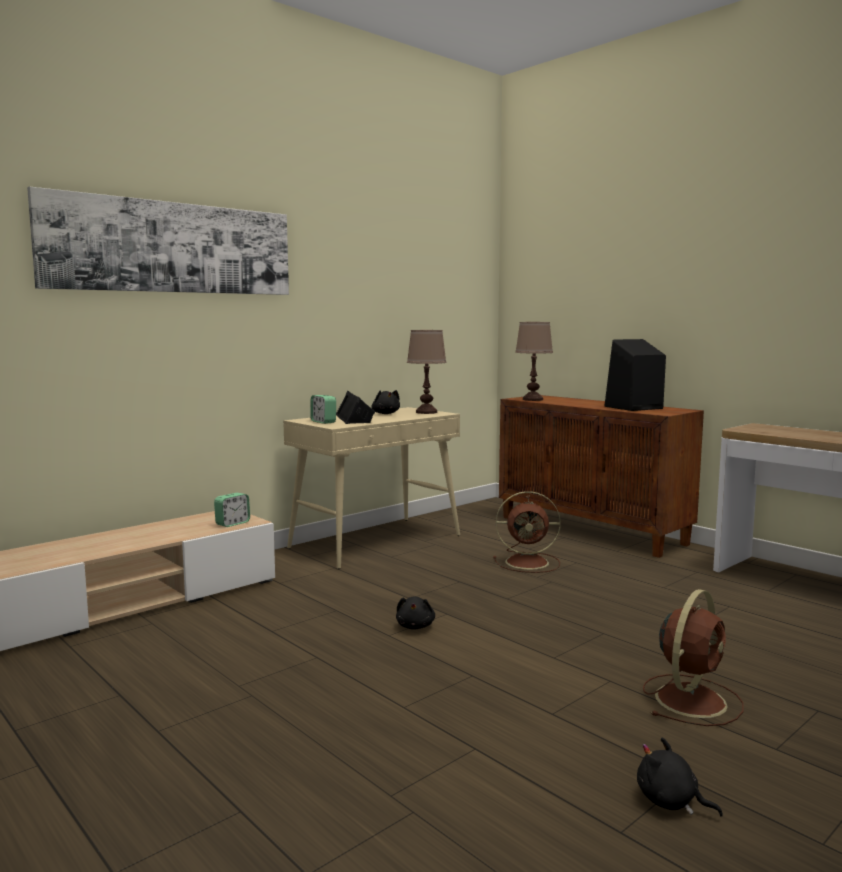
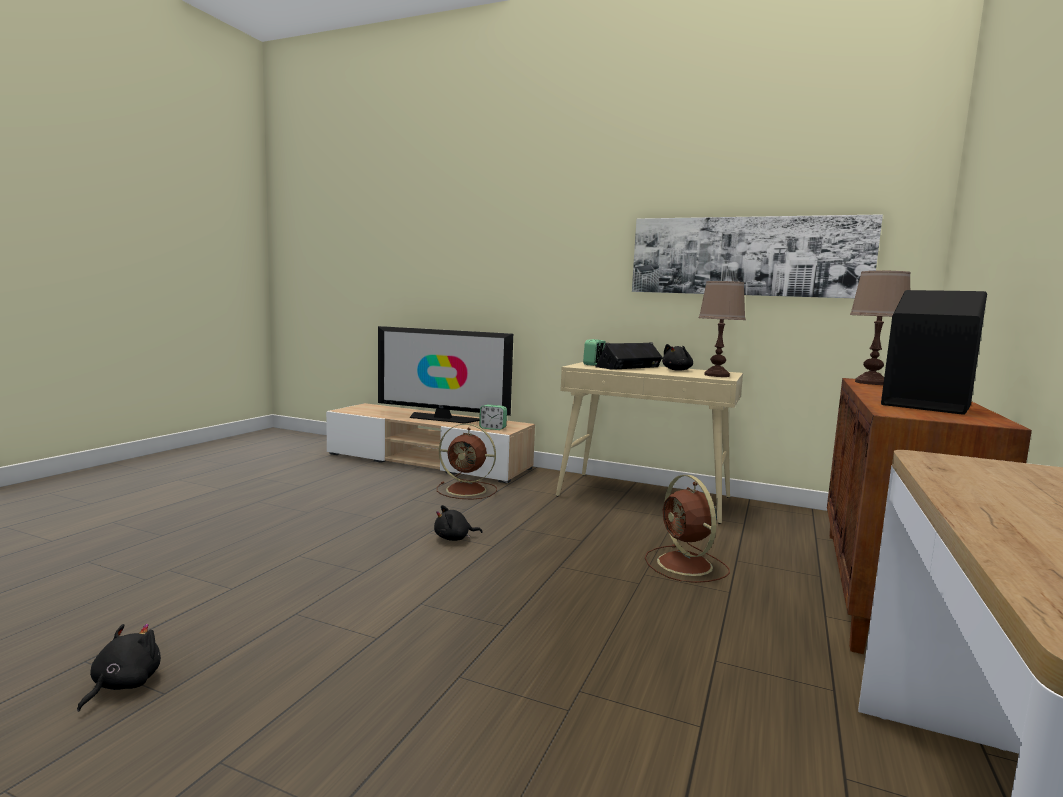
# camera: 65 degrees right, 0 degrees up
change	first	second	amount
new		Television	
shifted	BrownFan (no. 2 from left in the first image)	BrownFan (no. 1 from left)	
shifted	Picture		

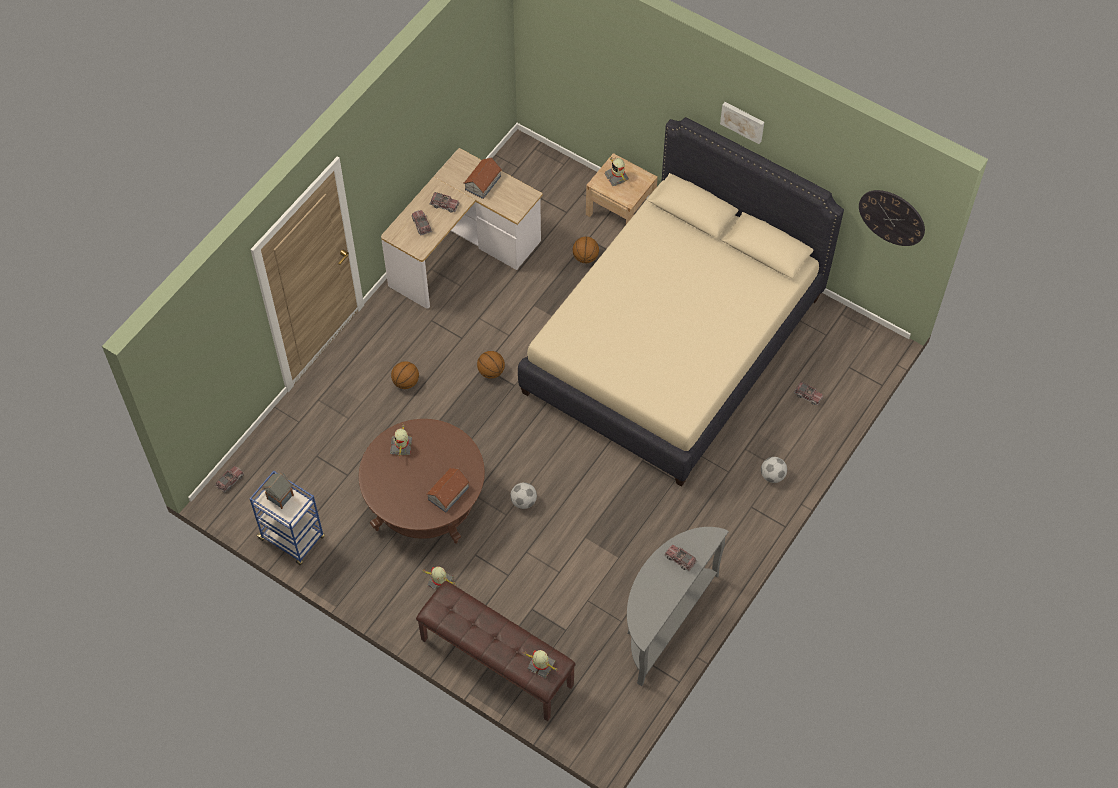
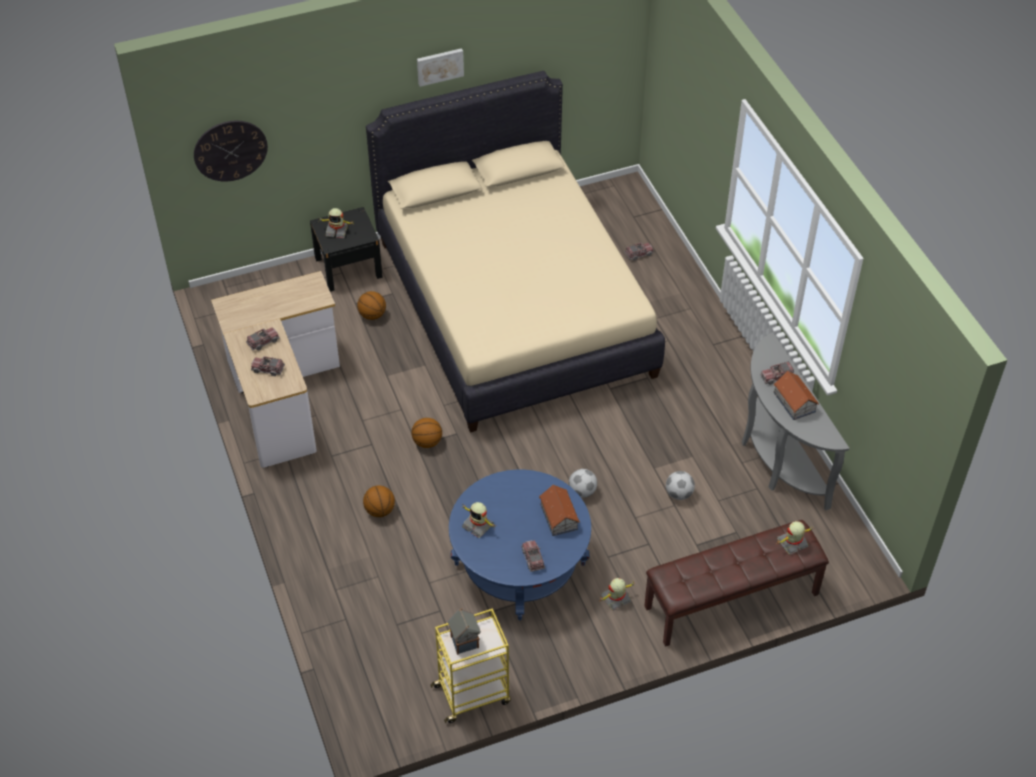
# camera: 55 degrees left, 10 degrees down
change	first	second	amount
shifted	WallClock		
repainted	BeigeNightstand	BlackNightstand	
repainted	BlueCart	YellowCart	
repainted	BrownCoffeeTable	BlueCoffeeTable	
shifted	ToyTruck (no. 1 from left in the first image)	ToyTruck (no. 3 from left)	
shifted	Football (no. 2 from left)		
shifted	ToyHouse (no. 3 from left)		

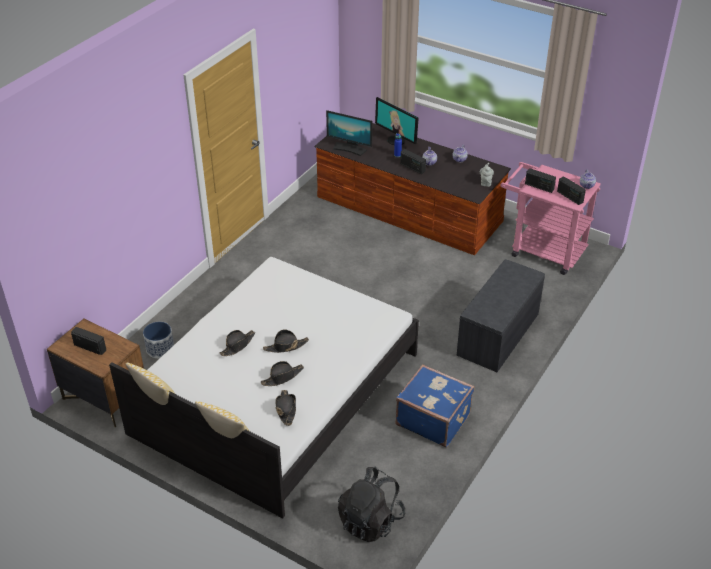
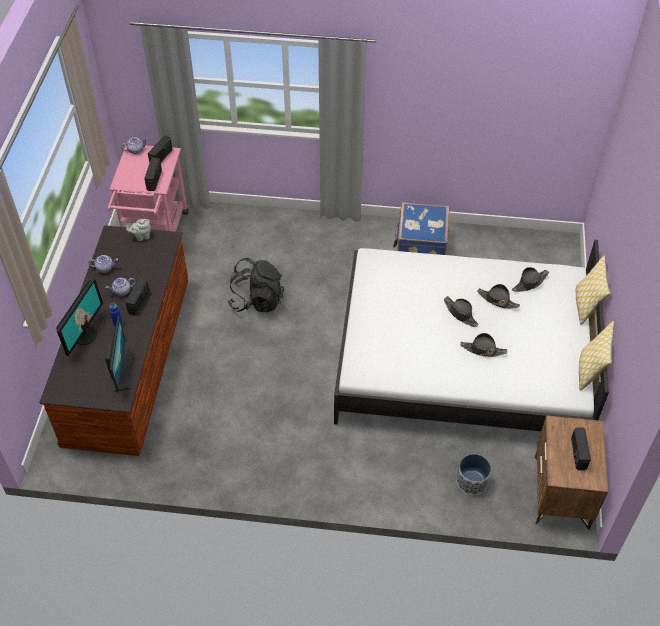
# camera: 115 degrees left, 10 degrees up
change	first	second	amount
shifted	BlackBackpack		
gone	GreyBench		

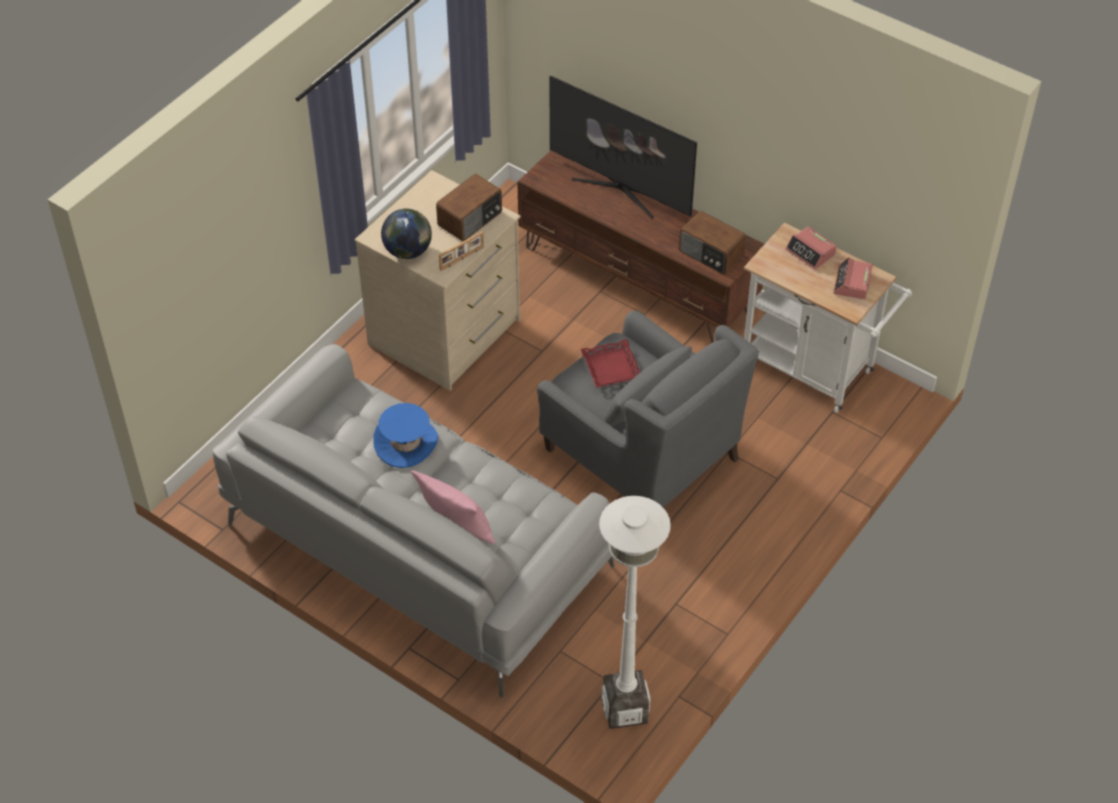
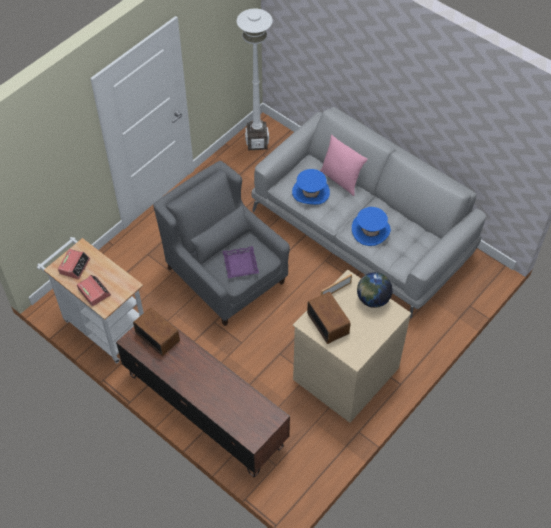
# camera: 175 degrees left, 5 degrees up
change	first	second	amount
repainted	RedTray	PurpleTray	
new		BlueHat (no. 1 from left)	
rotated	Radio (no. 1 from left in the first image)	Radio (no. 2 from left)	105 degrees clockwise
gone	Television		

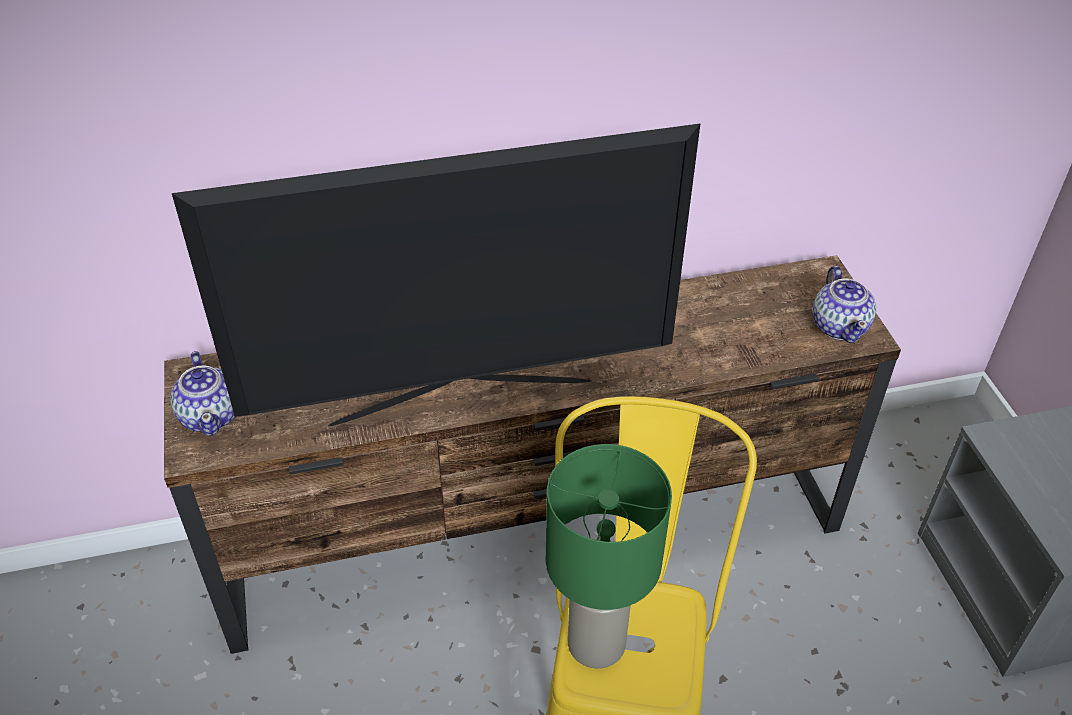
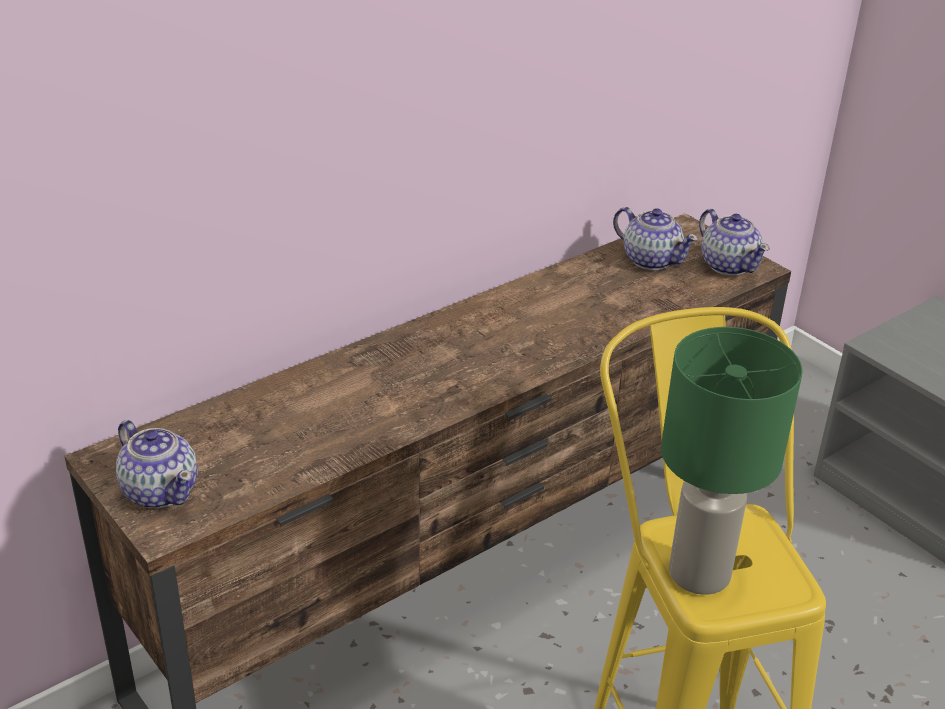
# camera: 25 degrees left, 10 degrees down
change	first	second	amount
new		Teapot (no. 2 from left)	
gone	Television		

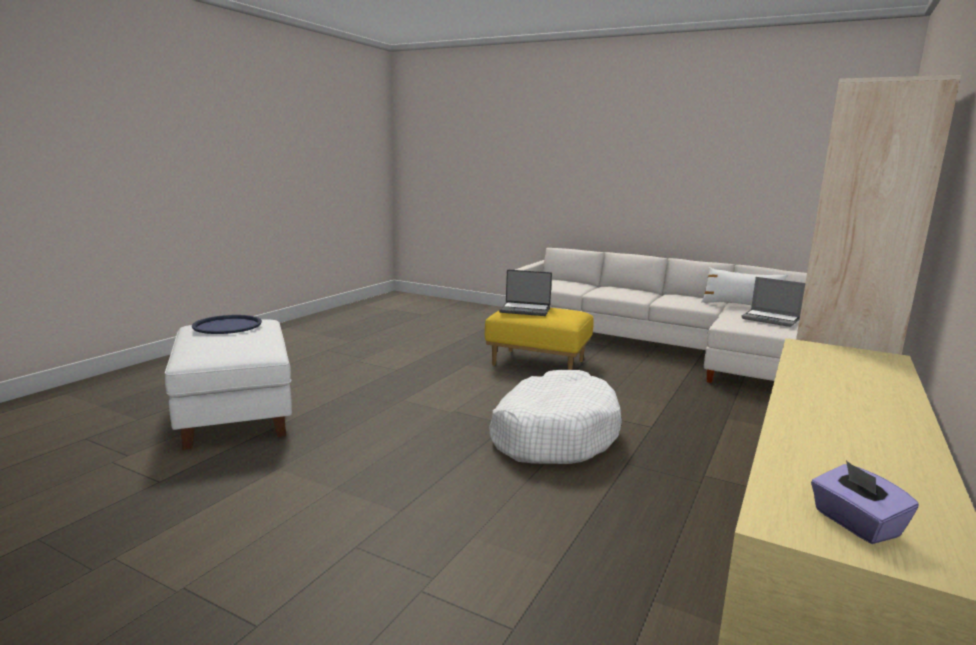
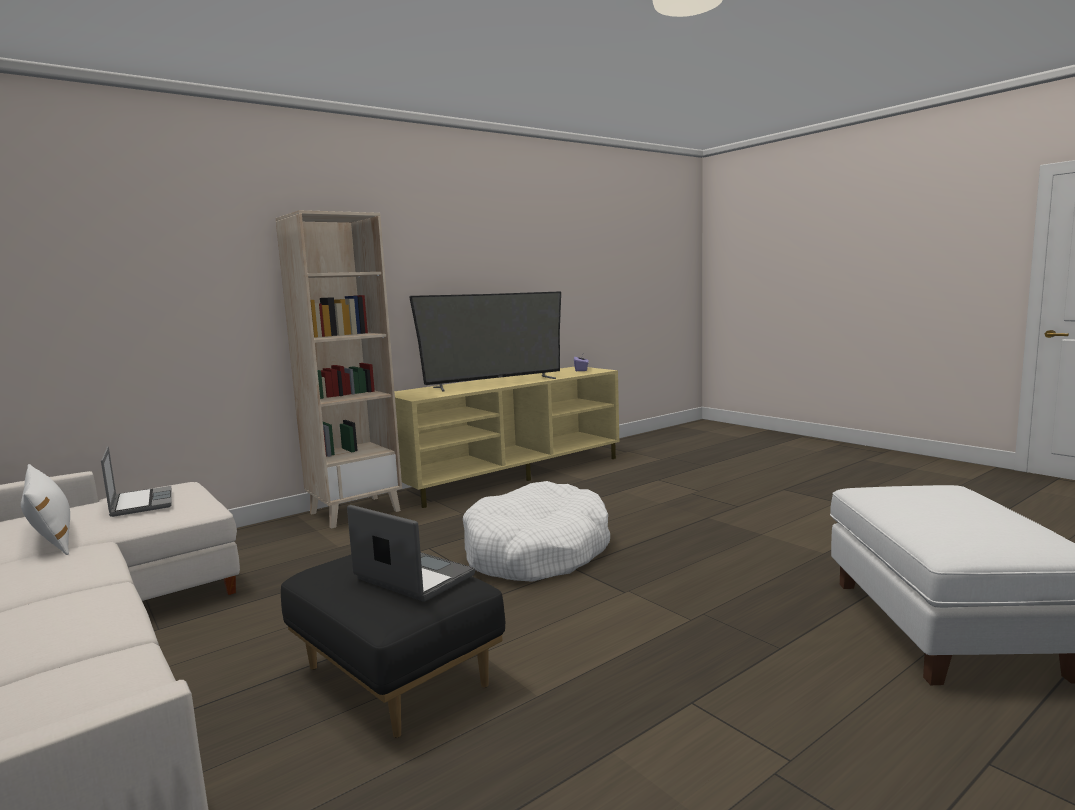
# camera: 155 degrees left, 5 degrees down
change	first	second	amount
repainted	YellowOttoman	BlackOttoman	
new		Television	
gone	BlueTray		

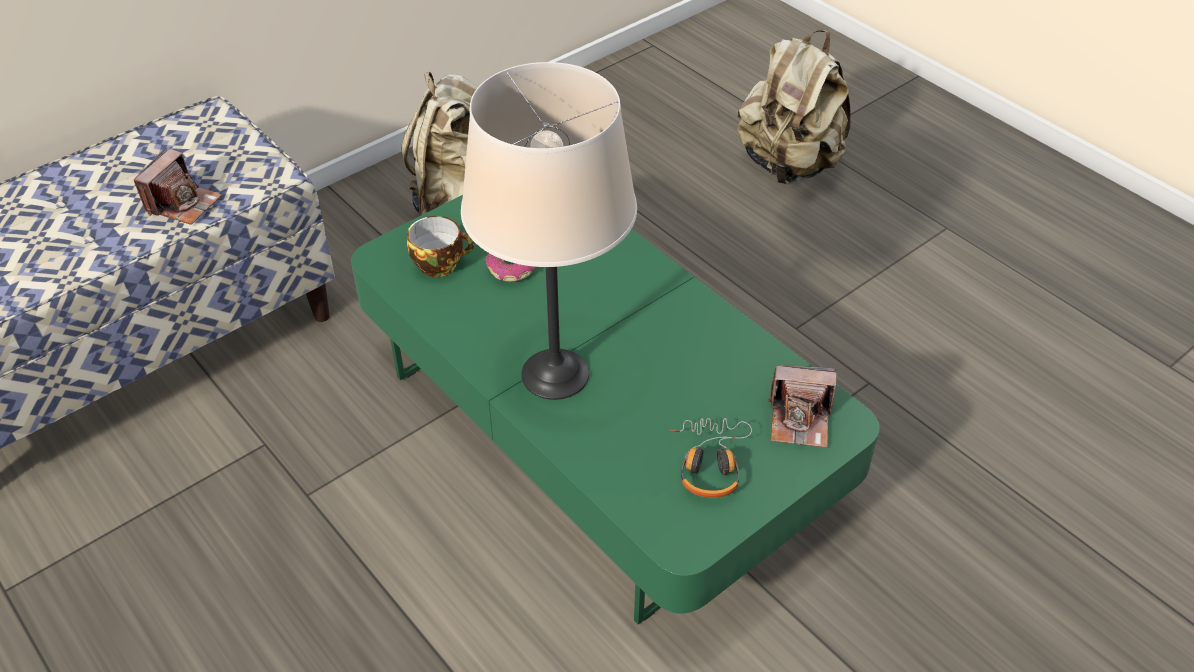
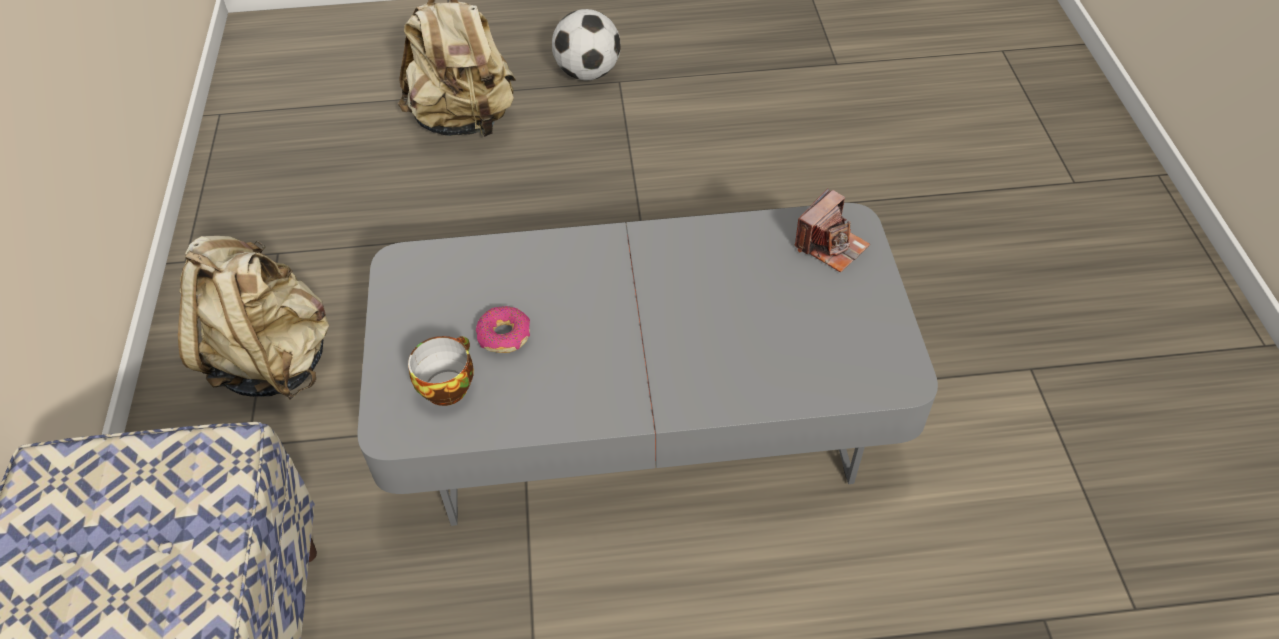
# camera: 55 degrees left, 5 degrees up
change	first	second	amount
repainted	GreenCoffeeTable	GreyCoffeeTable	
new		Football	
gone	PhotoCamera (no. 1 from left)		
gone	BeigeTableLamp		
gone	Headphones		

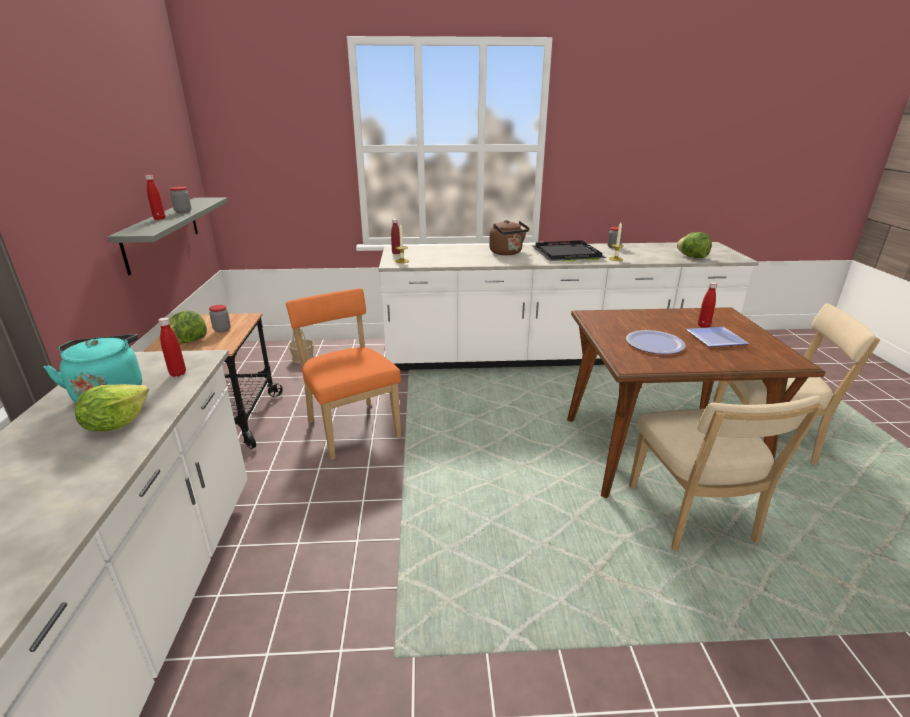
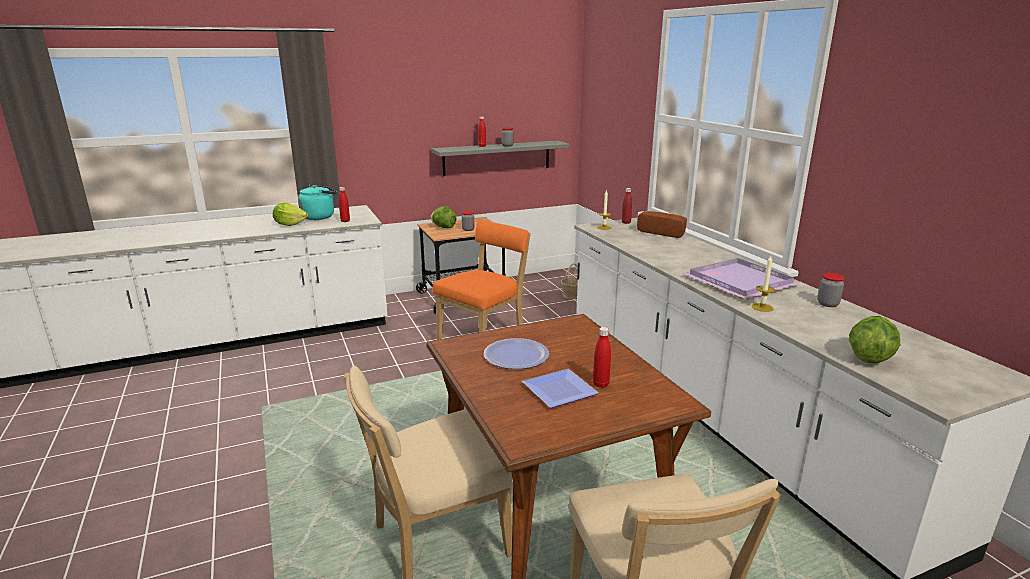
# camera: 70 degrees right, 5 degrees down
change	first	second	amount
new		Bread	
repainted	BlackTray	PurpleTray	
gone	BrownKettle		

